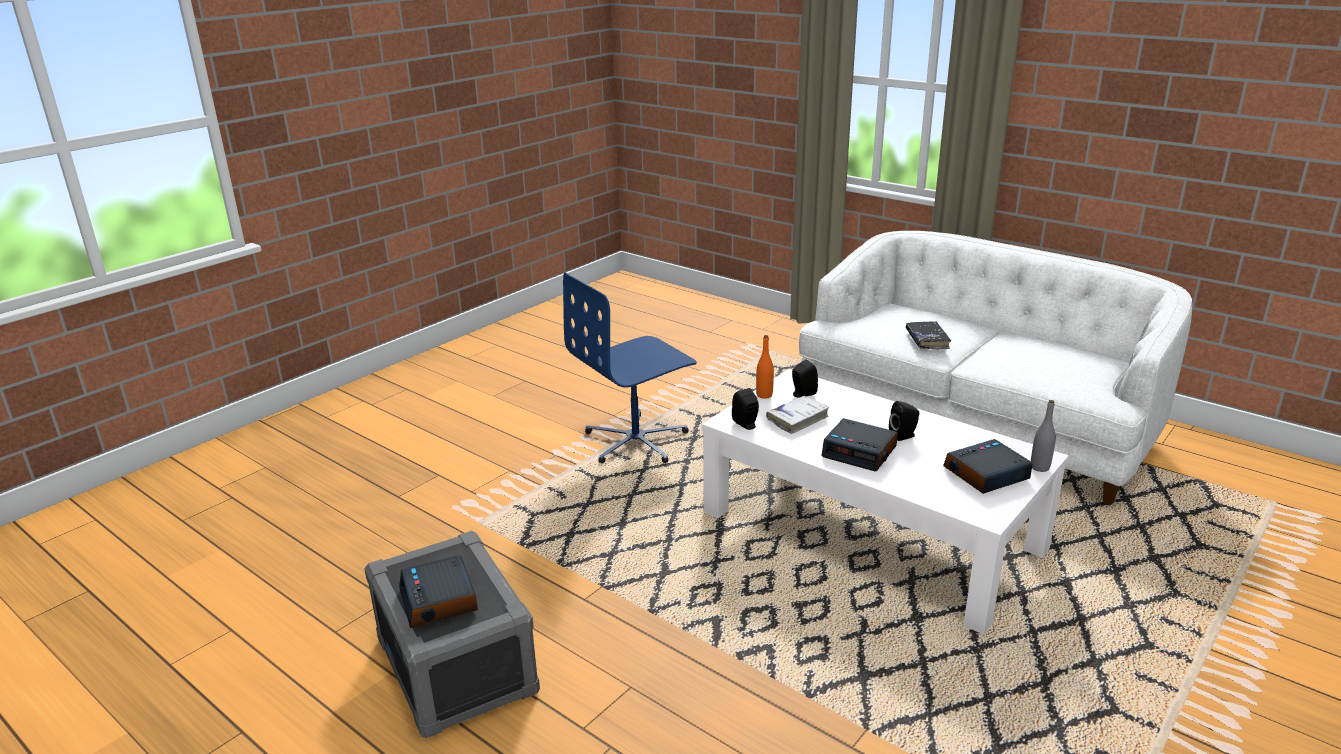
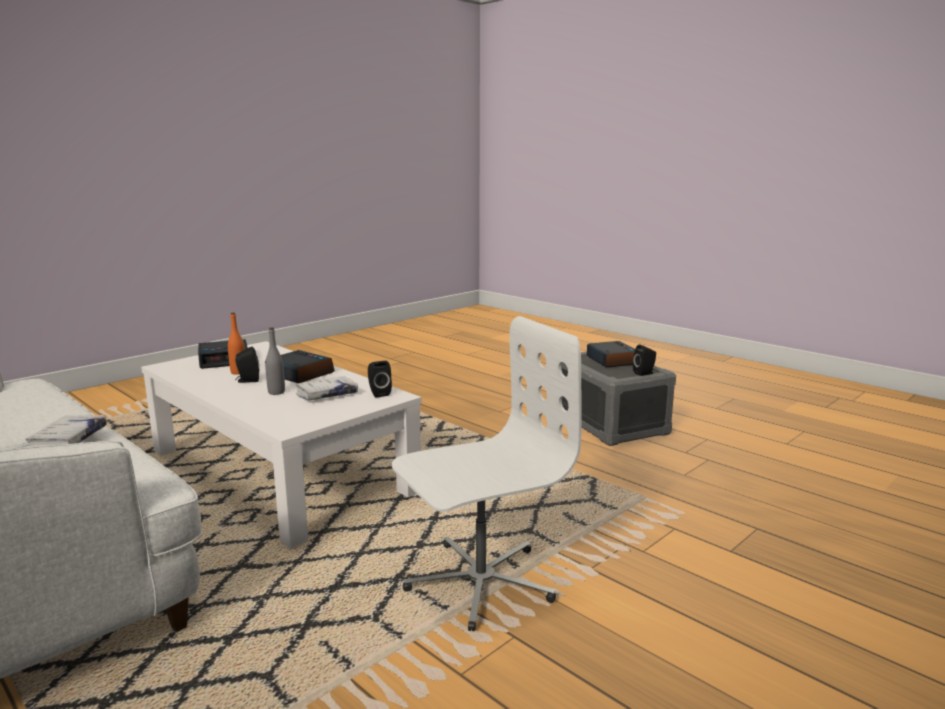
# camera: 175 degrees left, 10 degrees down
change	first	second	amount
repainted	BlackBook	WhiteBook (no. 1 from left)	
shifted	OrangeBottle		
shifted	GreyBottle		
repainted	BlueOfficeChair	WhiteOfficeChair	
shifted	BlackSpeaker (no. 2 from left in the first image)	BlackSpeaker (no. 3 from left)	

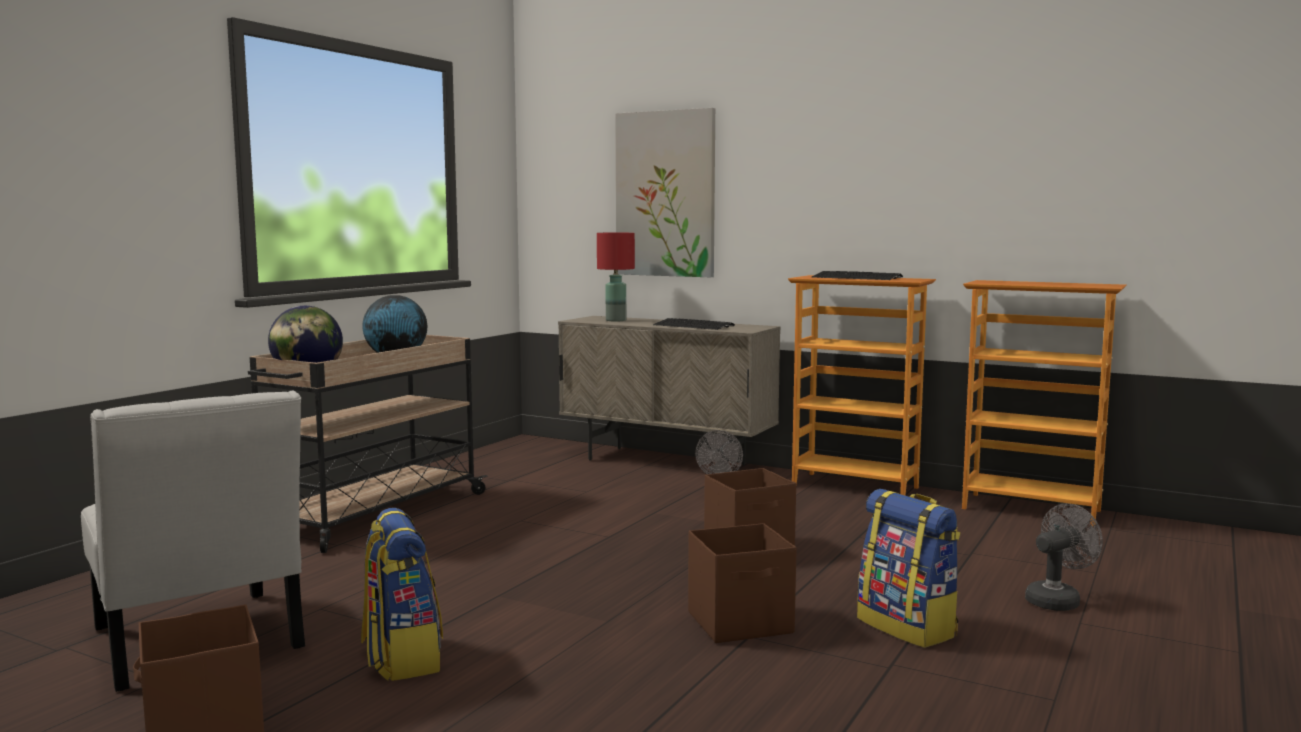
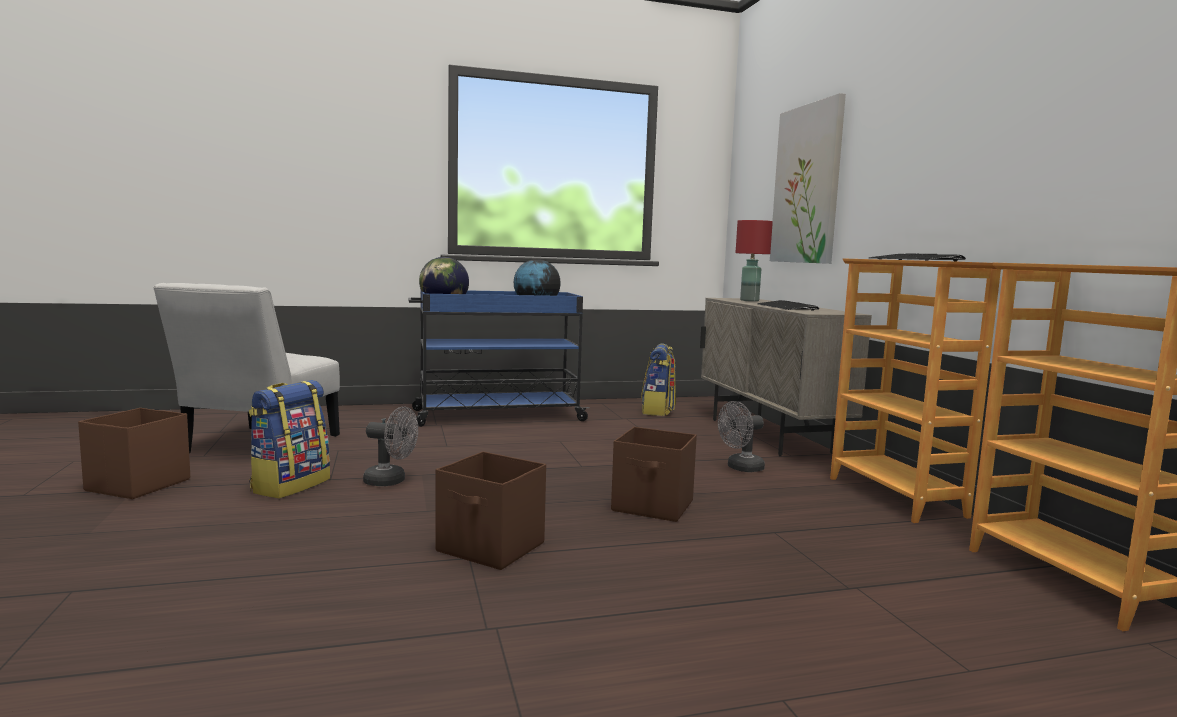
# camera: 45 degrees right, 0 degrees up
change	first	second	amount
shifted	GreyFan (no. 2 from left in the first image)	GreyFan (no. 1 from left)	
repainted	BeigeCart	BlueCart	
shifted	Backpack (no. 2 from left)		

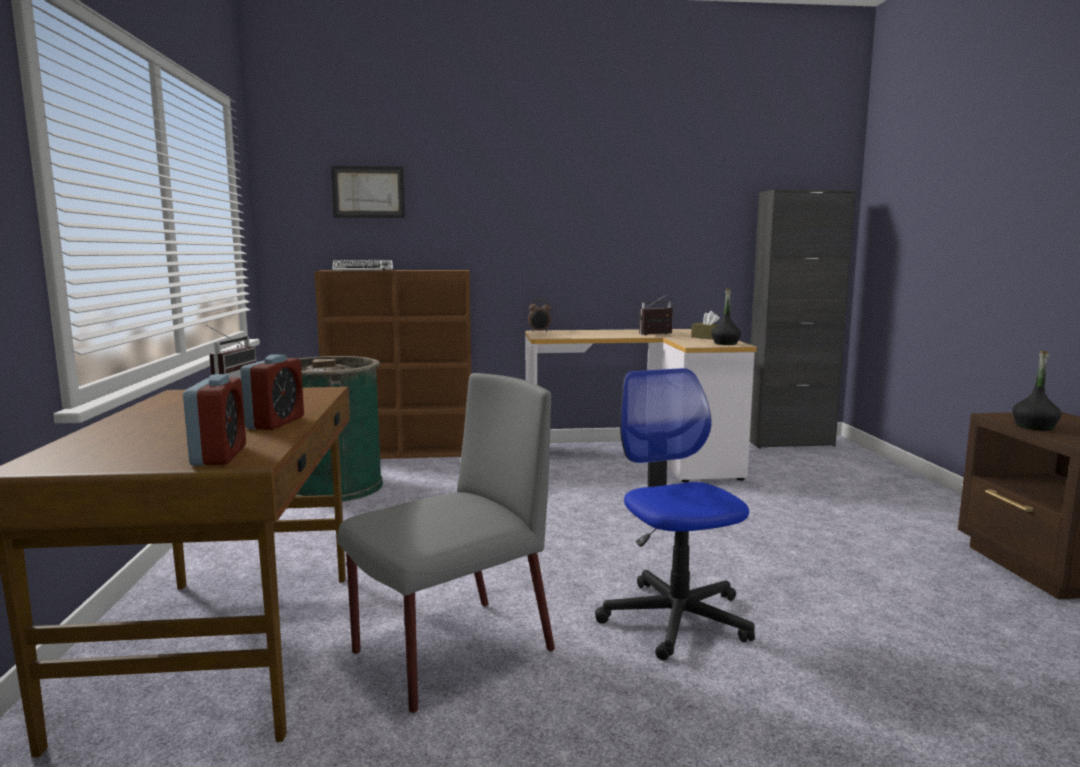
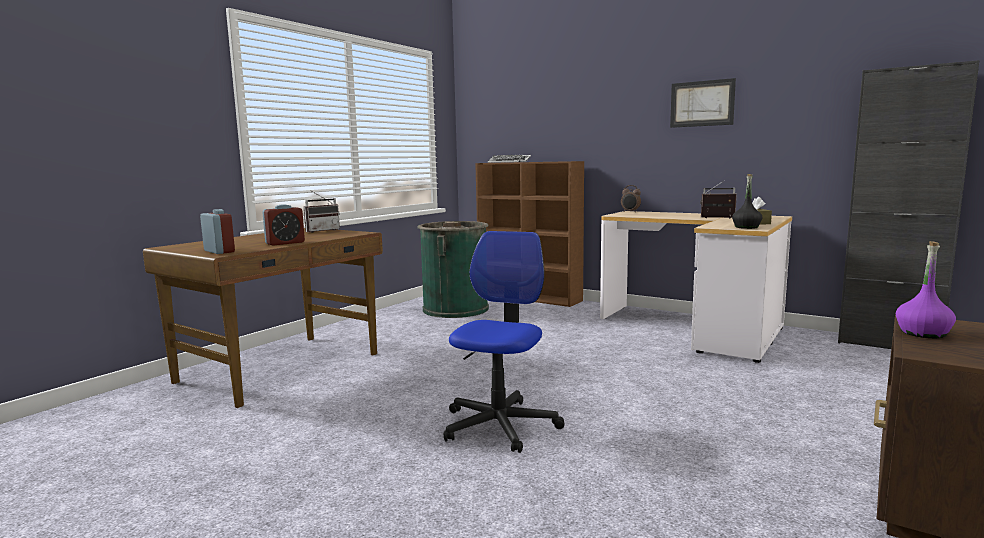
# camera: 40 degrees right, 0 degrees up
change	first	second	amount
rotated	AlarmClock (no. 1 from left)		75 degrees counterclockwise
shifted	Picture		
repainted	BlackBottle (no. 2 from left)	PurpleBottle	
gone	GreyChair		

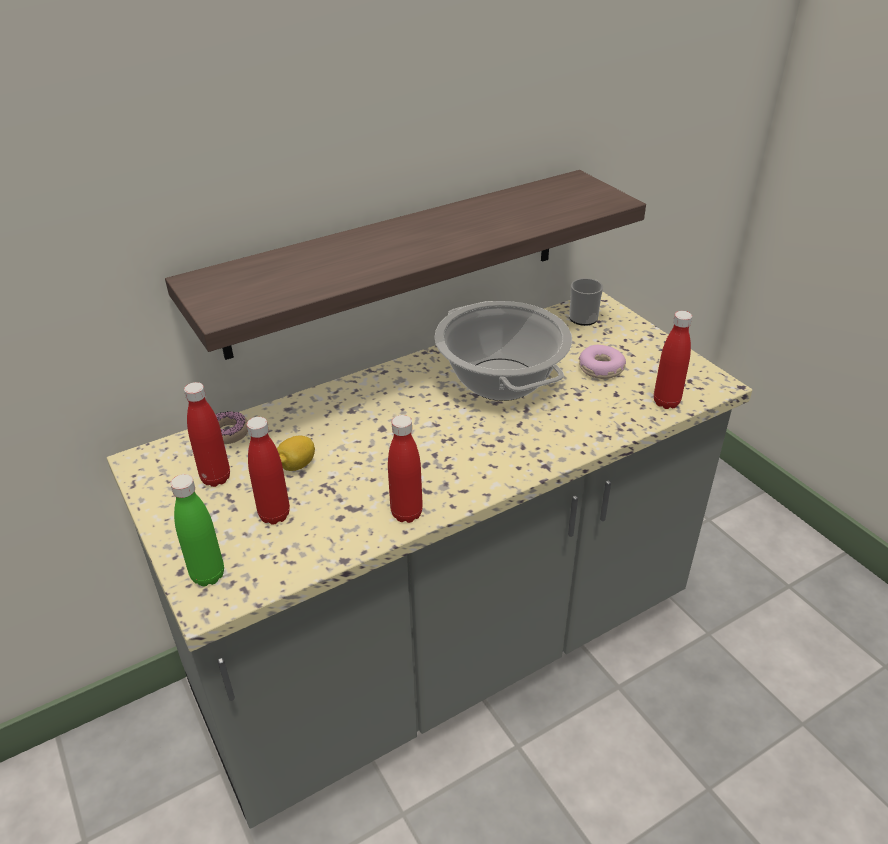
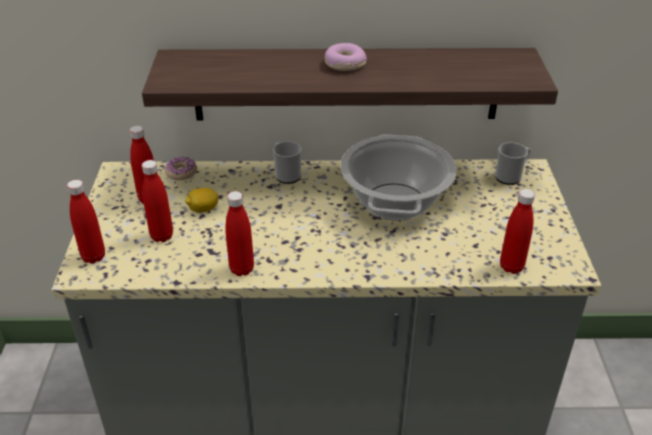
# camera: 30 degrees right, 0 degrees up
change	first	second	amount
repainted	GreenBottle	RedBottle (no. 1 from left)	
new		Mug (no. 1 from left)	
shifted	Donut (no. 2 from left)		

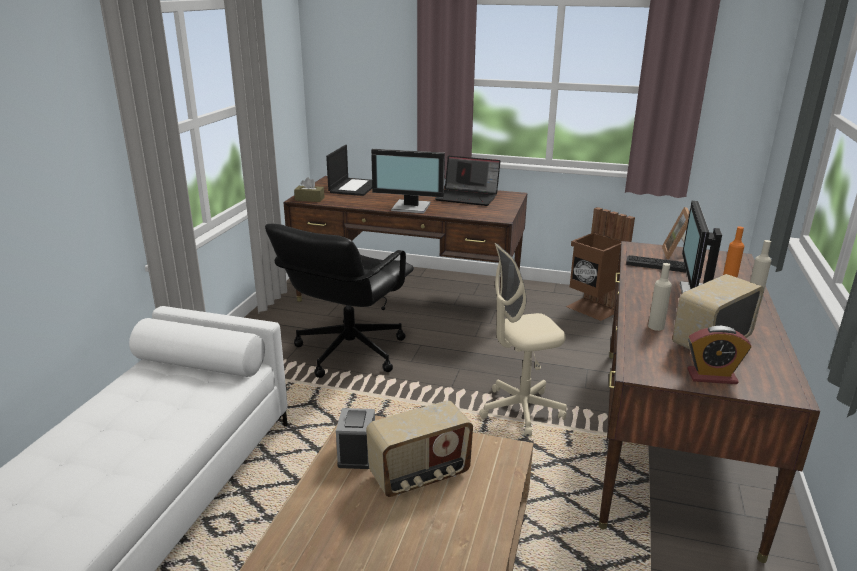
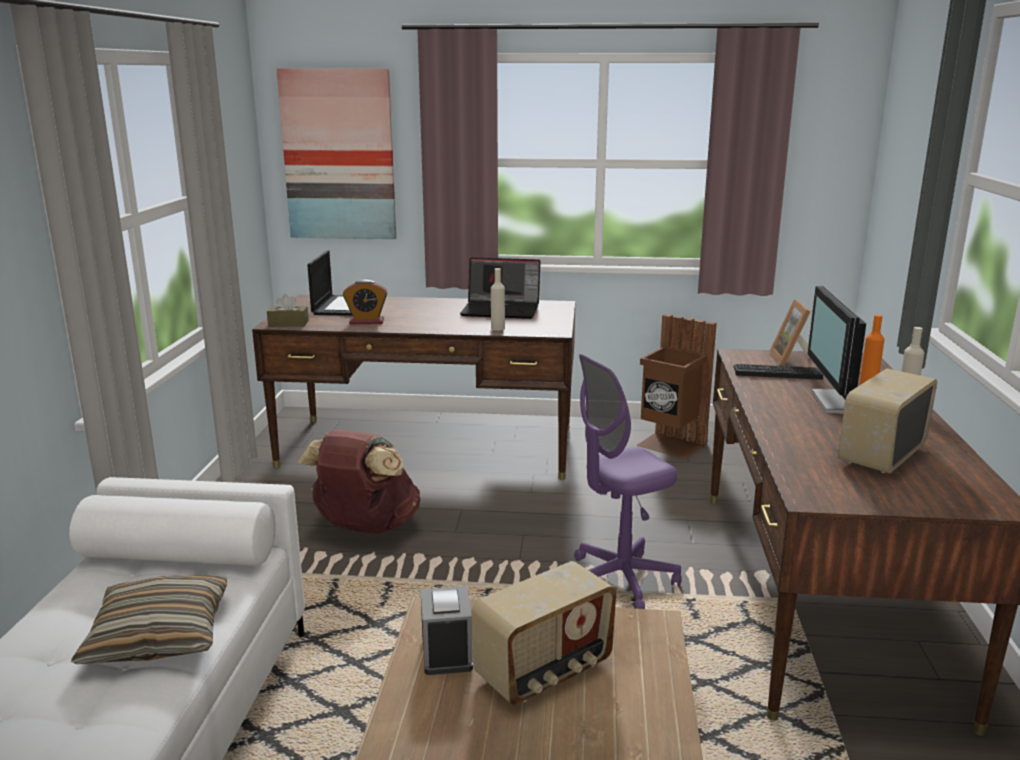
# camera: 10 degrees left, 5 degrees down
change	first	second	amount
new		Pillow	
new		Picture	
swapped	BlackOfficeChair	BrownBackpack	
shifted	AlarmClock (no. 2 from left in the first image)	AlarmClock (no. 1 from left)	
shifted	BeigeBottle (no. 1 from left)		
repainted	BeigeOfficeChair	PurpleOfficeChair	
gone	Monitor (no. 1 from left)		

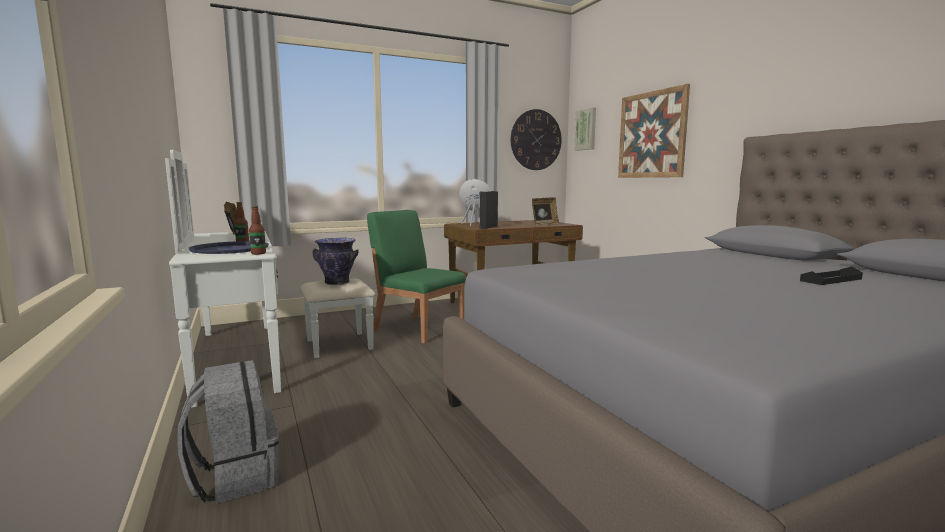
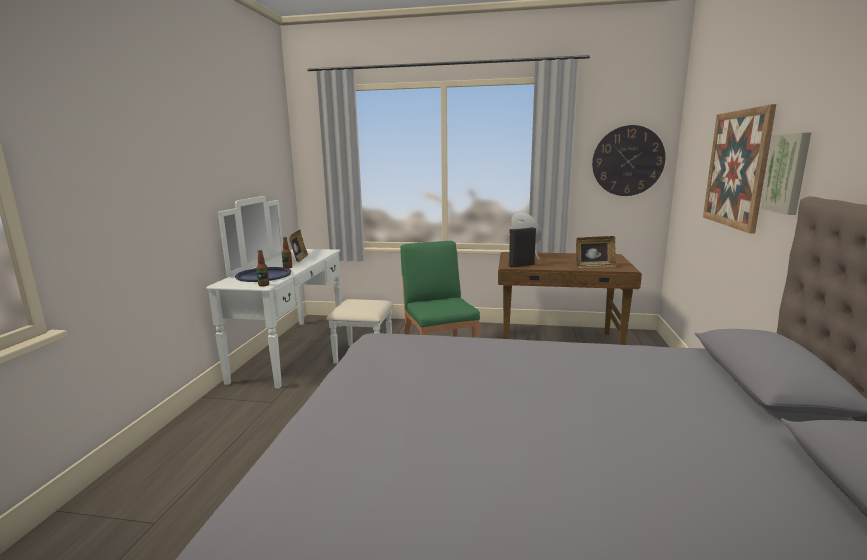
# camera: 35 degrees right, 5 degrees up
change	first	second	amount
shifted	Picture (no. 1 from left in the first image)	Picture (no. 2 from left)	
gone	GreyBackpack		
gone	Vase		
gone	BlackTray		

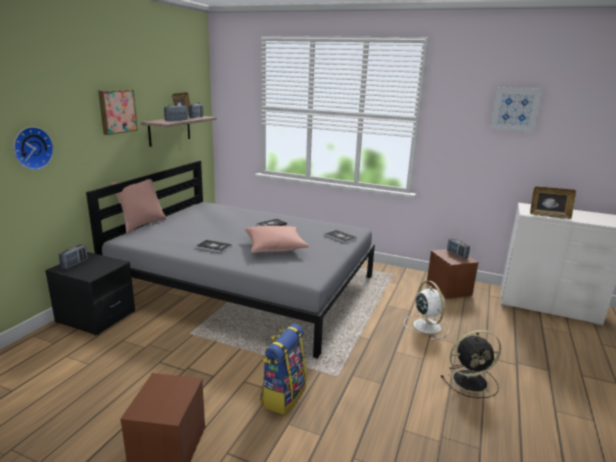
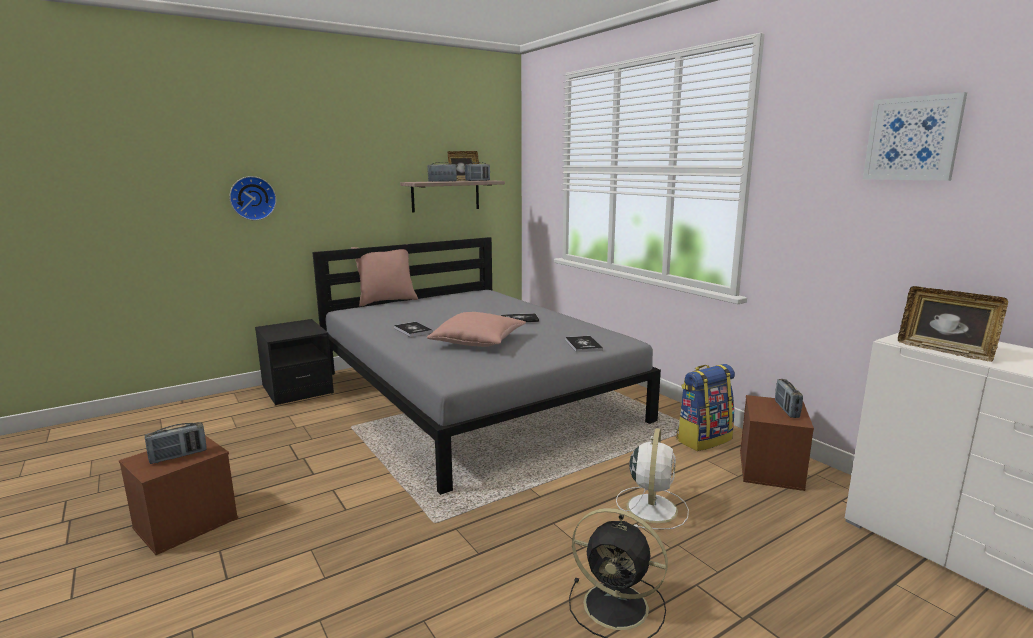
# camera: 35 degrees right, 5 degrees down
change	first	second	amount
shifted	Radio (no. 1 from left)		
shifted	Backpack		
gone	Picture (no. 1 from left)		

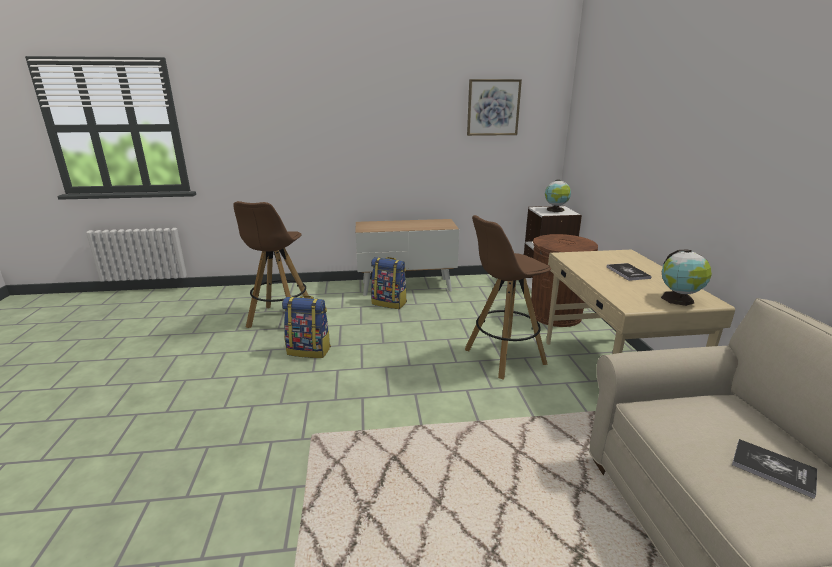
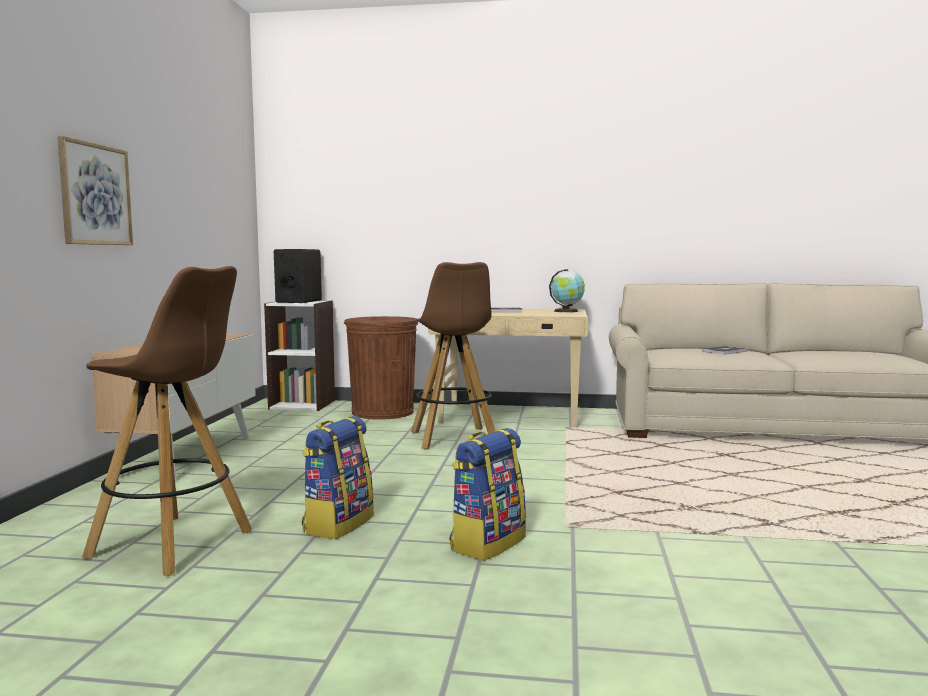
# camera: 75 degrees left, 15 degrees down
change	first	second	amount
shifted	Picture		
swapped	Globe (no. 1 from left)	BlackSpeaker	
shifted	Backpack (no. 2 from left)		

